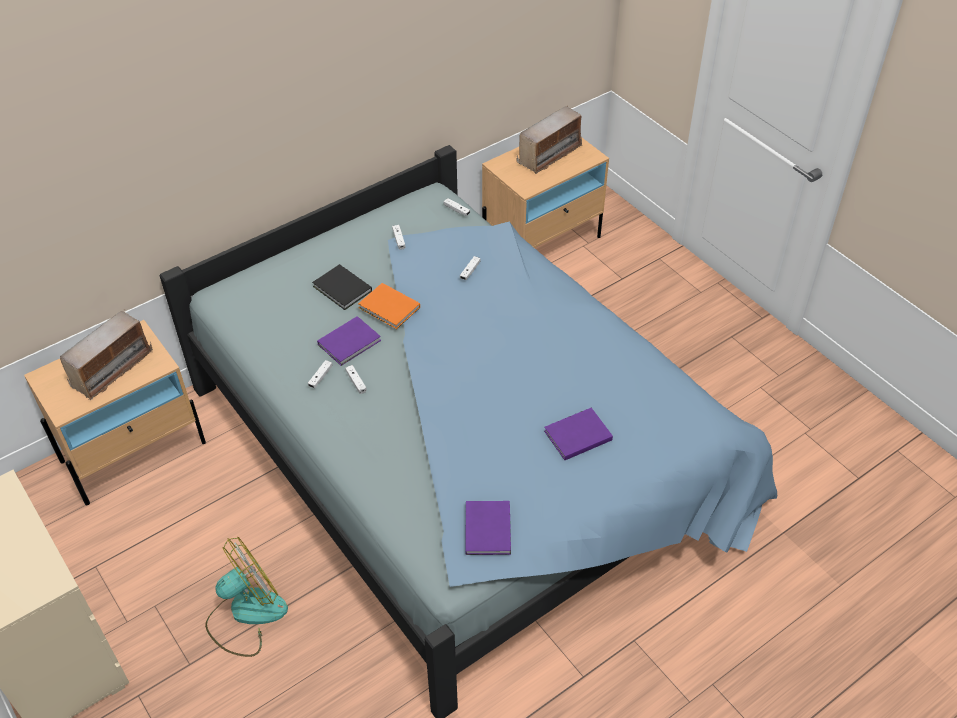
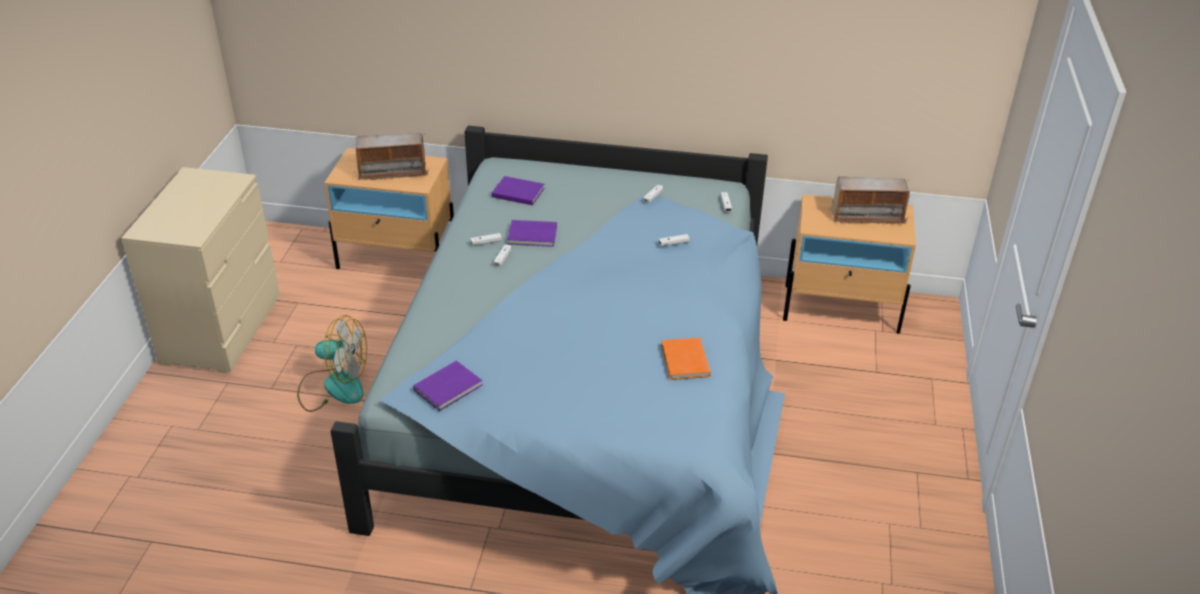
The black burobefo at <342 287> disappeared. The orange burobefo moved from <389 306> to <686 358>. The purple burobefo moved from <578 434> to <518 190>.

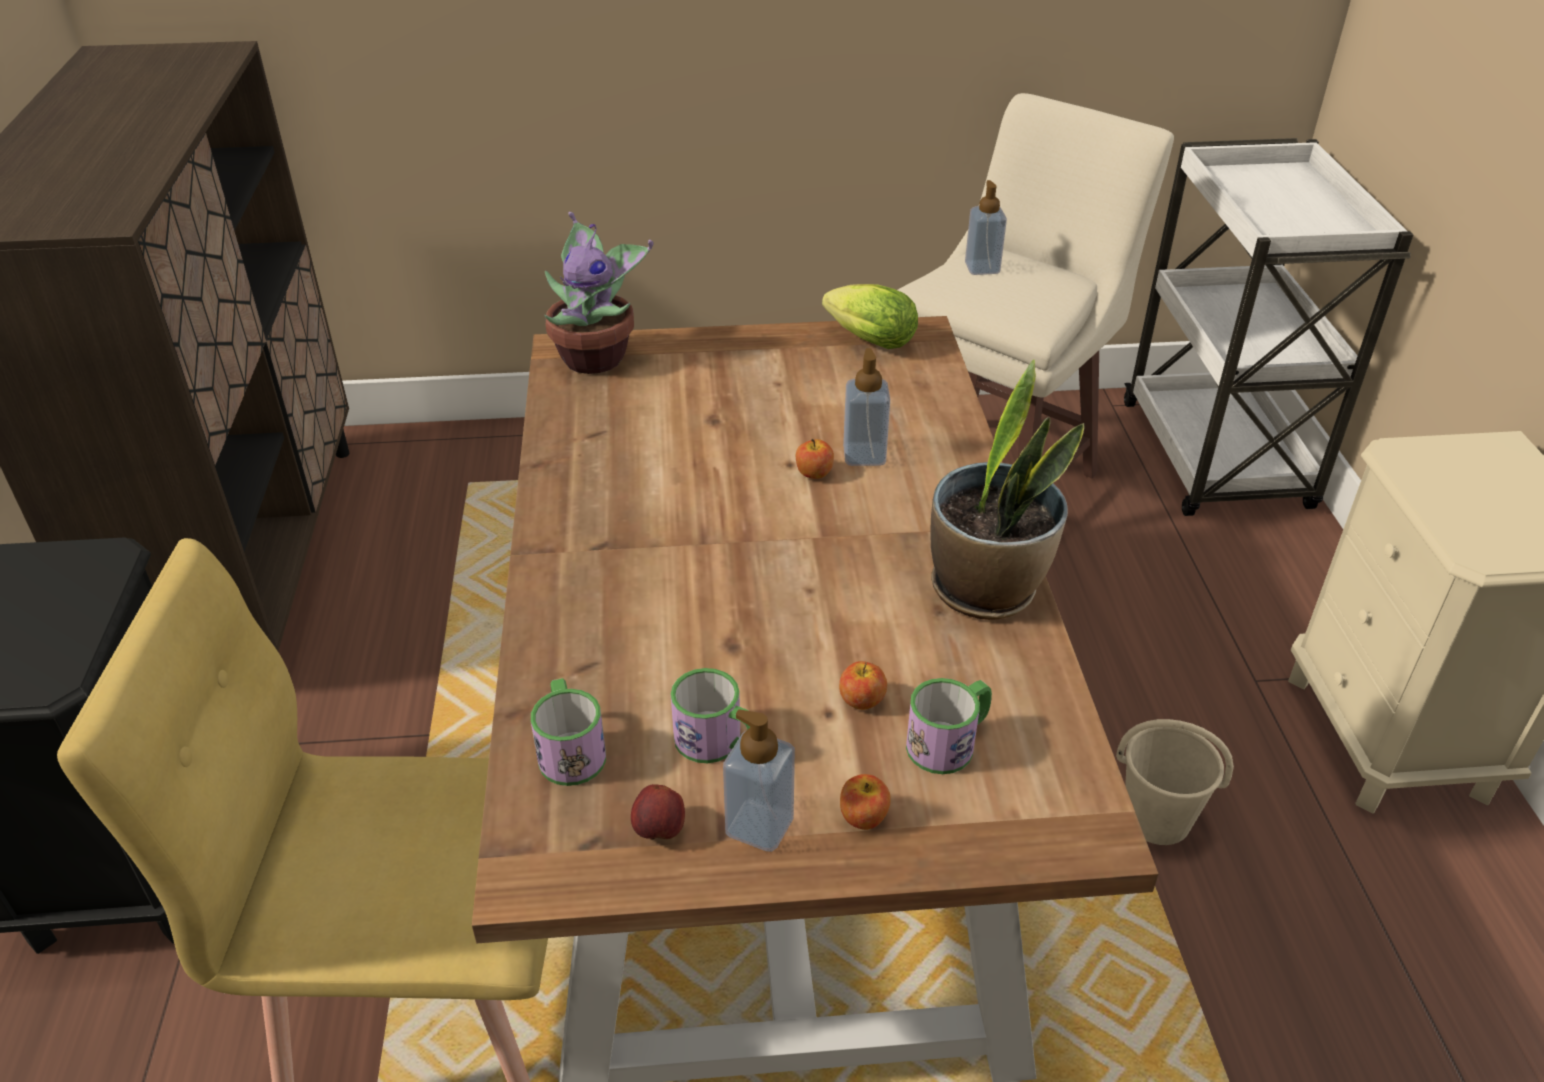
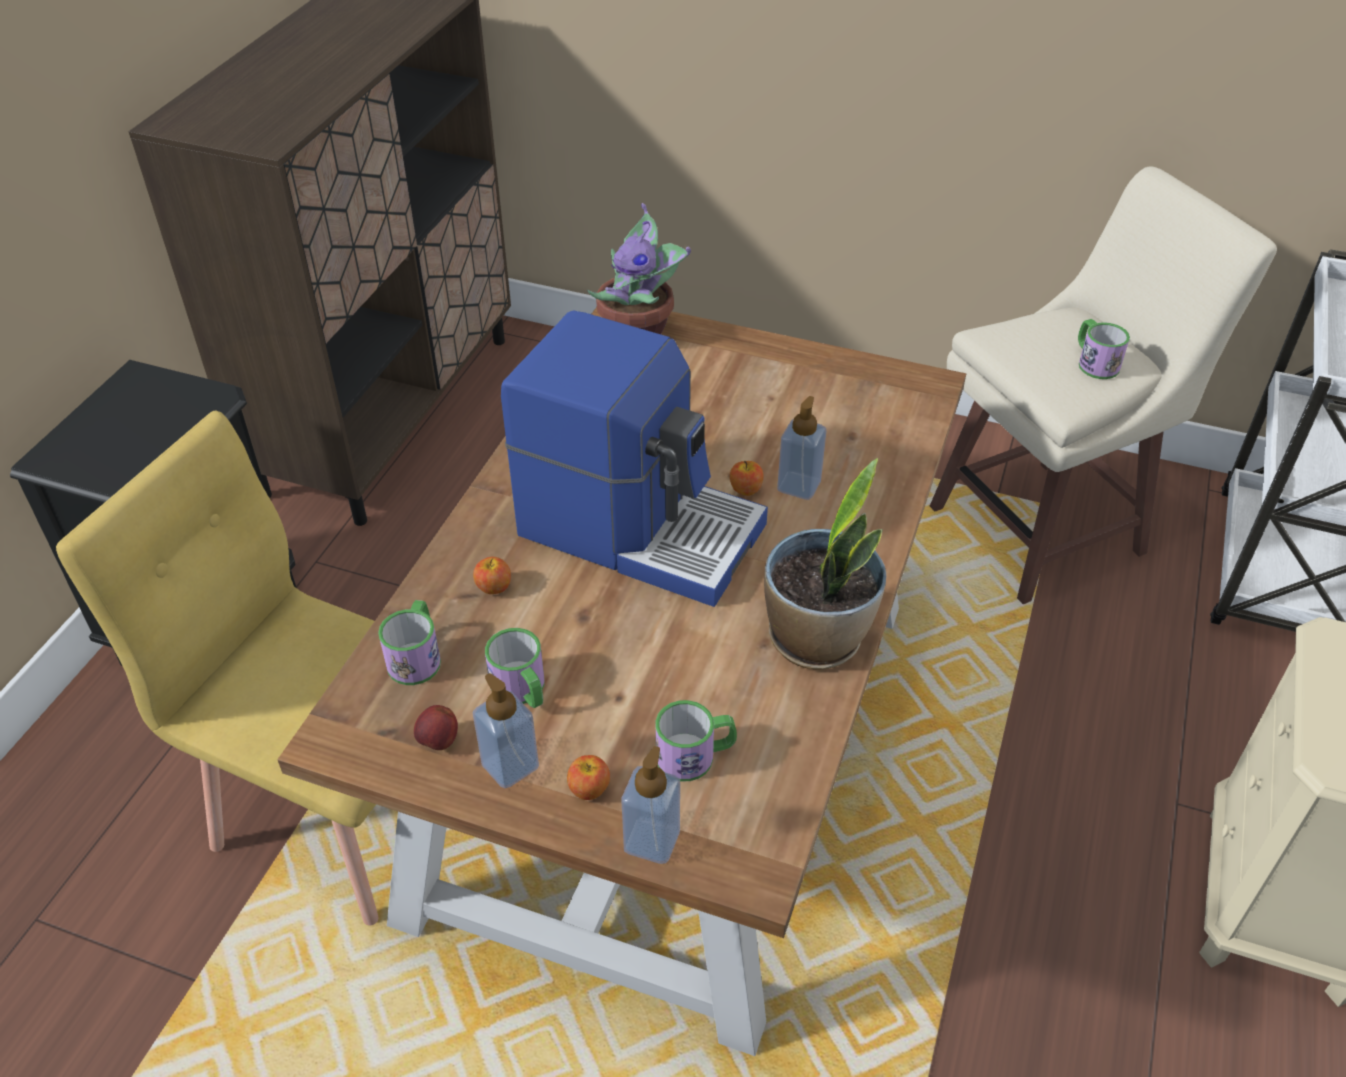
The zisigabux moved from <986 227> to <650 805>. The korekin at <870 316> disappeared. The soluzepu moved from <863 685> to <492 575>. The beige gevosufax at <1175 782> disappeared. The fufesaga at <634 458> appeared. The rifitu at <1104 349> appeared.

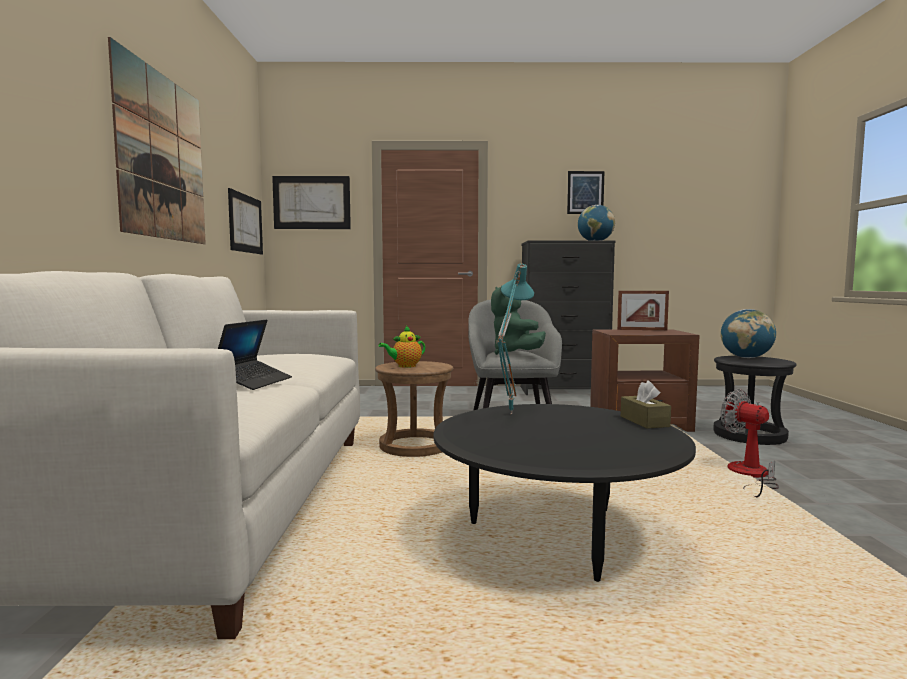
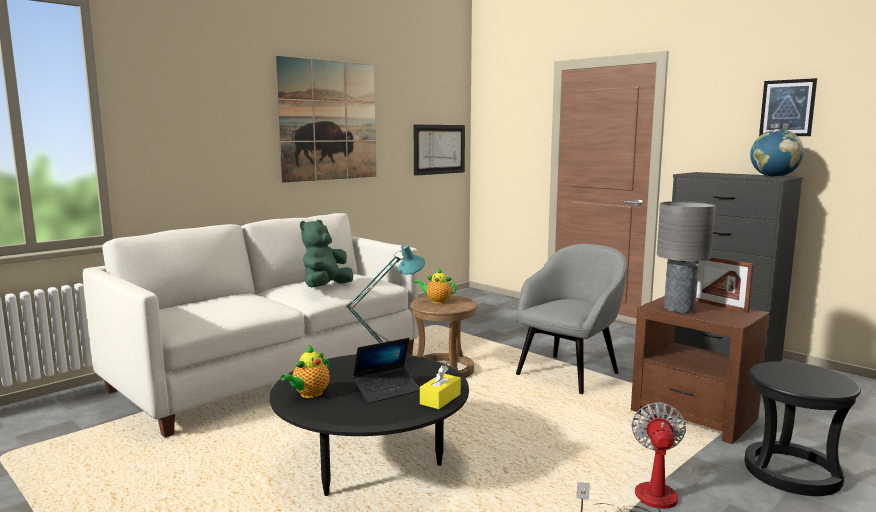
The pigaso at <311 202> disappeared. The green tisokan moved from <518 320> to <326 253>. The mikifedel at <748 333> disappeared. The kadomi moved from <255 354> to <386 370>. The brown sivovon at <646 404> became the yellow sivovon at <440 387>. The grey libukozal at <686 257> appeared. The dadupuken at <305 371> appeared.

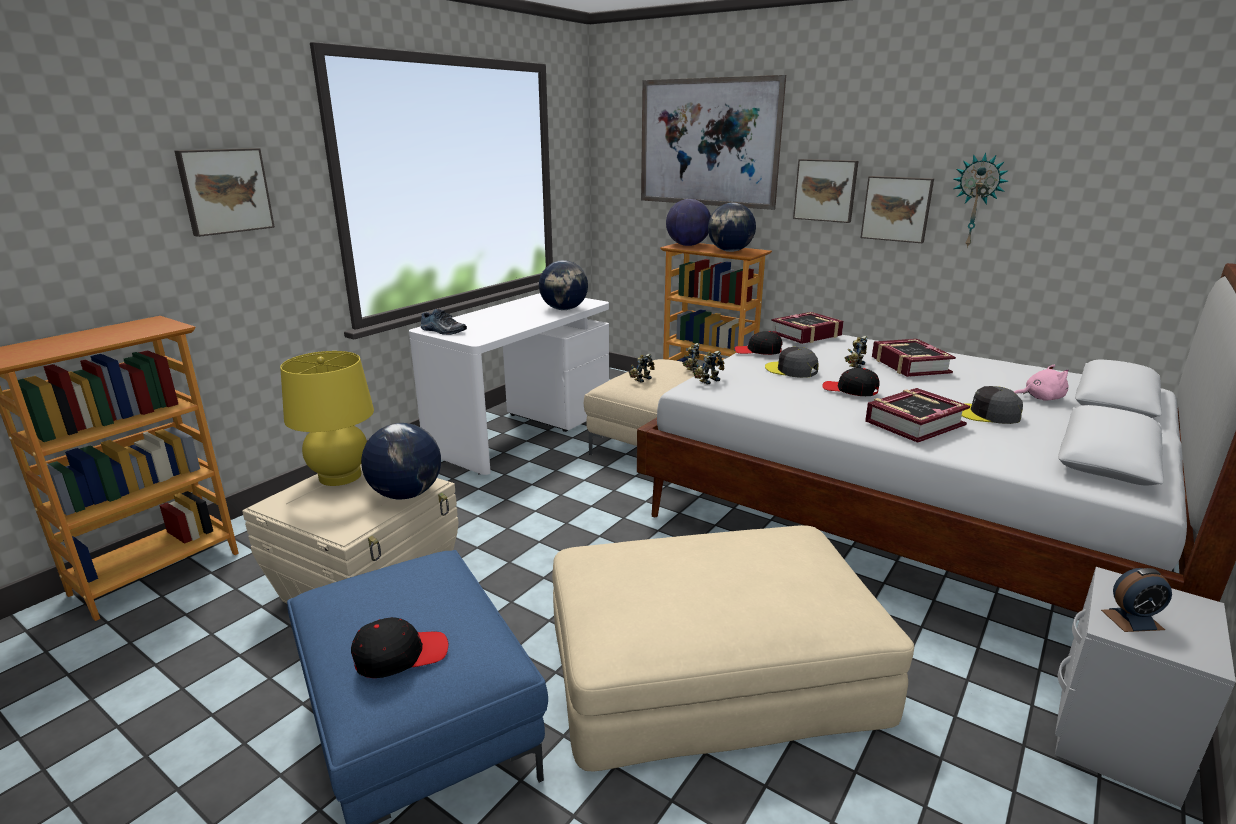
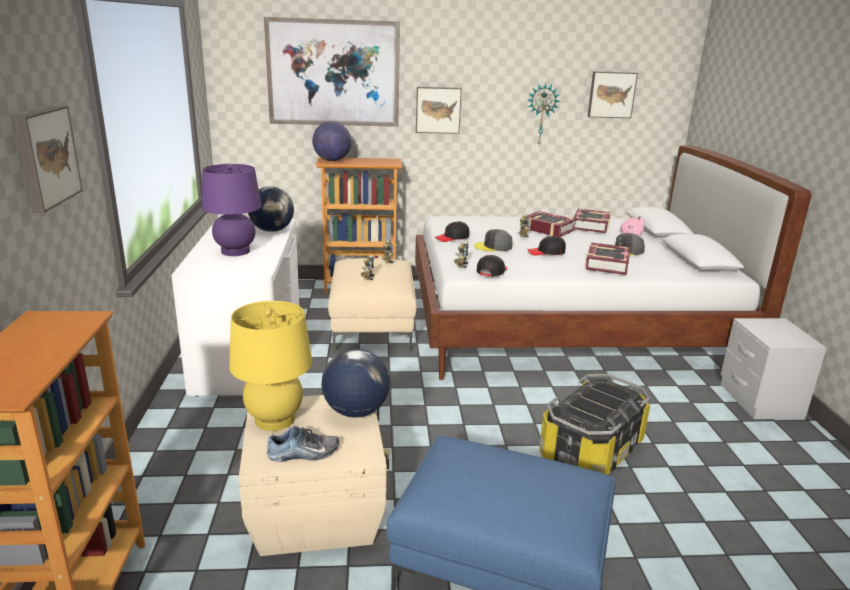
The pigaso moved from <897 209> to <613 94>. The mikifedel at <732 227> disappeared. The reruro moved from <443 322> to <303 444>. The burobefo moved from <807 328> to <591 220>. The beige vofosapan at <733 648> was replaced by the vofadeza at <594 424>. The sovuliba at <1136 600> disappeared. The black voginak moved from <399 647> to <492 266>. The purple libukozal at <232 210> appeared.

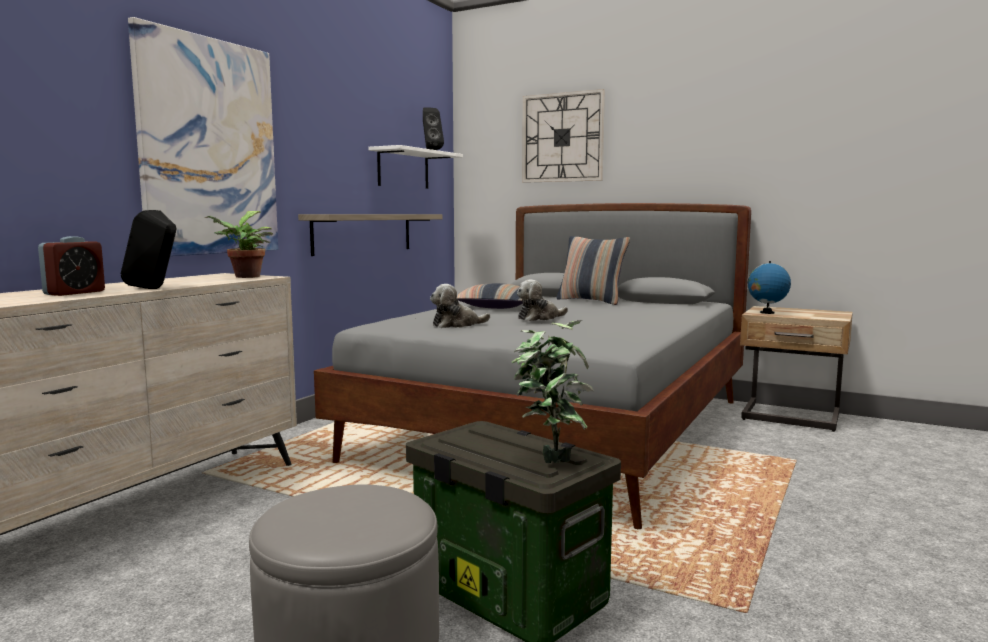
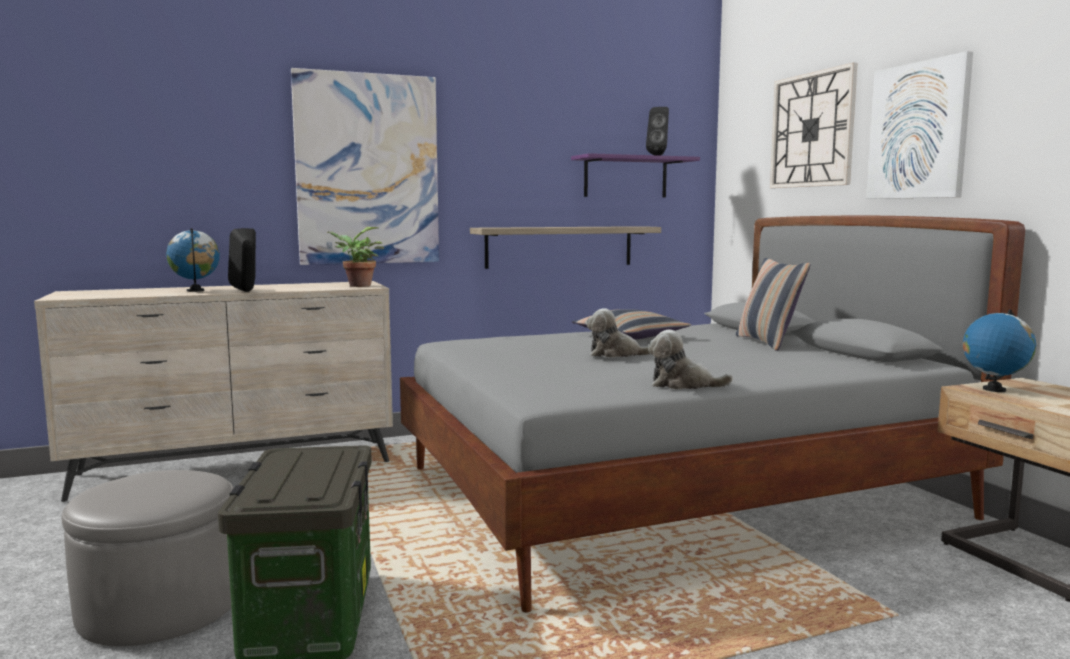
The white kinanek at <415 167> became the purple kinanek at <635 175>. The sovuliba at <71 266> was replaced by the mikifedel at <193 260>. The tisokan moved from <460 306> to <690 360>. The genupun at <553 391> disappeared. The pigaso at <919 125> appeared.

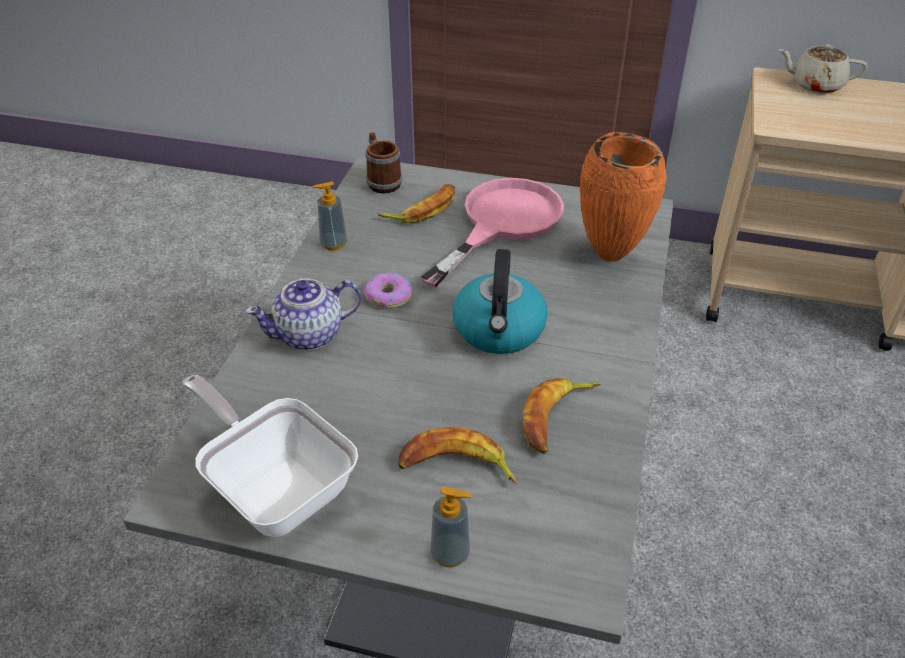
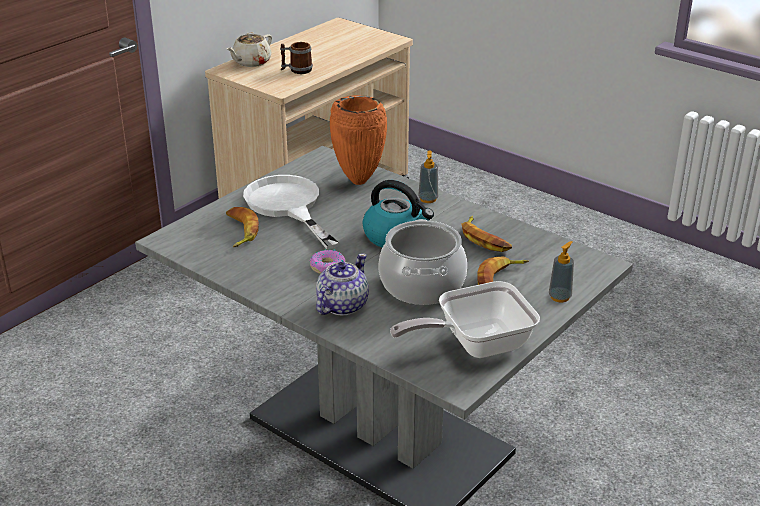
The rifitu moved from <384 163> to <296 58>. The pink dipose at <492 233> became the white dipose at <291 212>. The zisigabux moved from <329 216> to <428 177>. The dadupuken at <303 314> turned 150 degrees counterclockwise. The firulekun at <422 262> appeared.

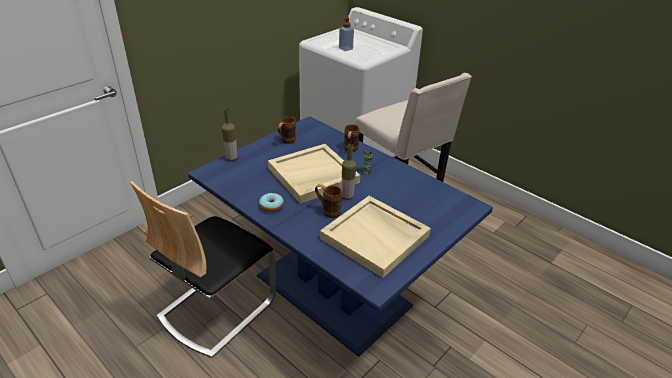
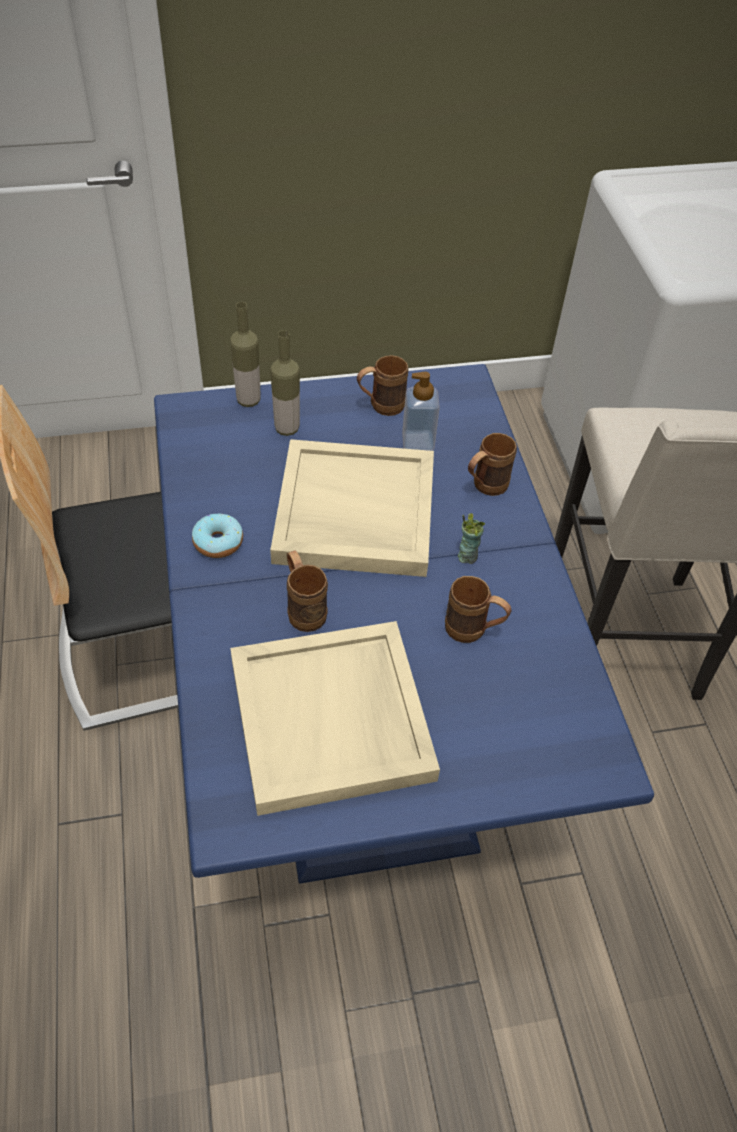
The zisigabux moved from <346 34> to <421 411>. The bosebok moved from <348 172> to <285 383>. The brown rifitu at <478 609> appeared.

